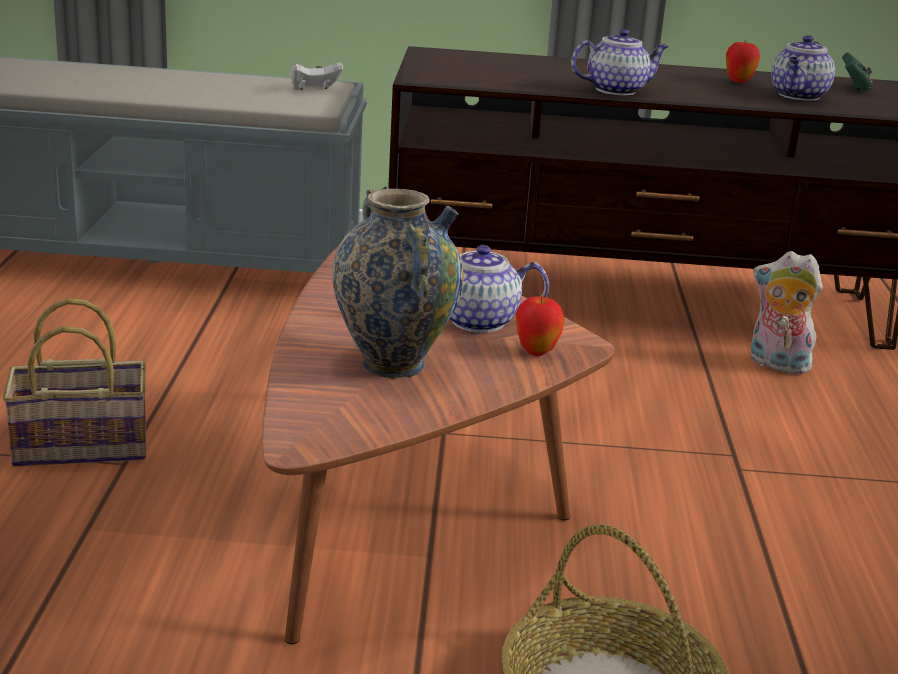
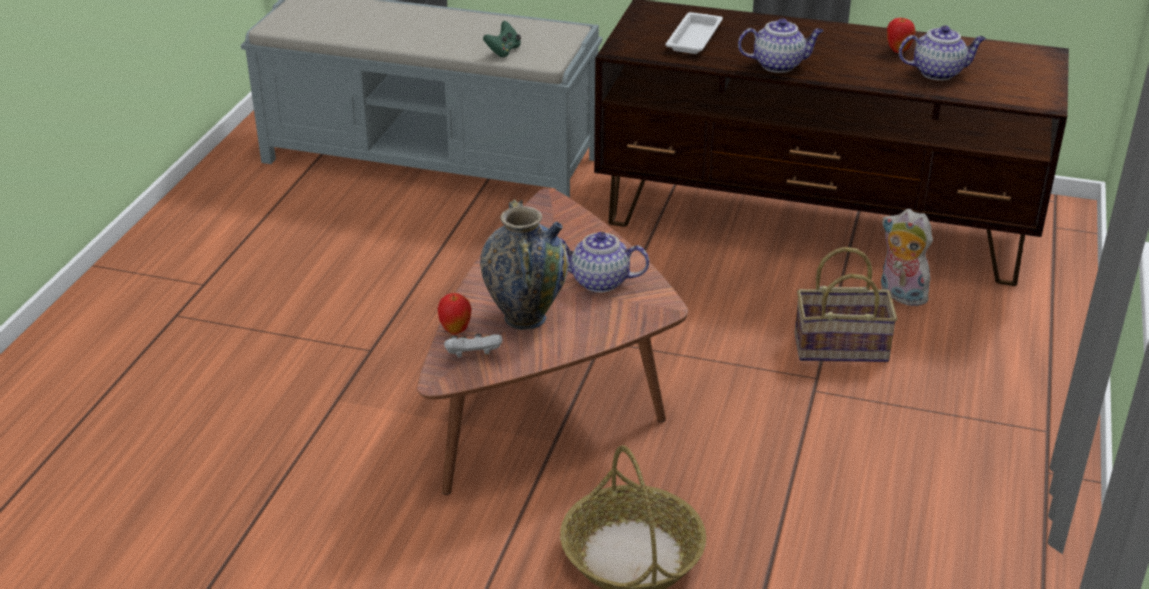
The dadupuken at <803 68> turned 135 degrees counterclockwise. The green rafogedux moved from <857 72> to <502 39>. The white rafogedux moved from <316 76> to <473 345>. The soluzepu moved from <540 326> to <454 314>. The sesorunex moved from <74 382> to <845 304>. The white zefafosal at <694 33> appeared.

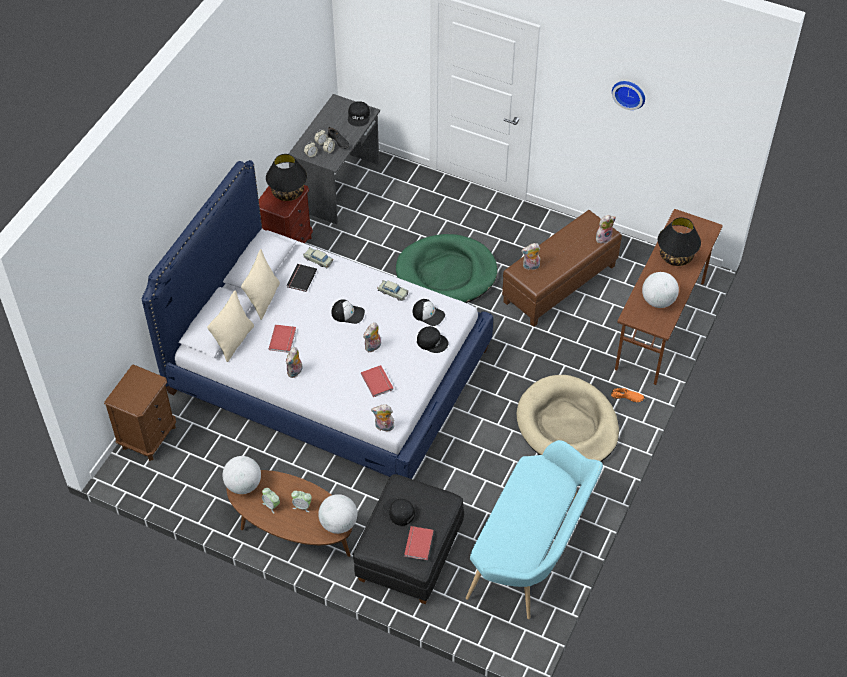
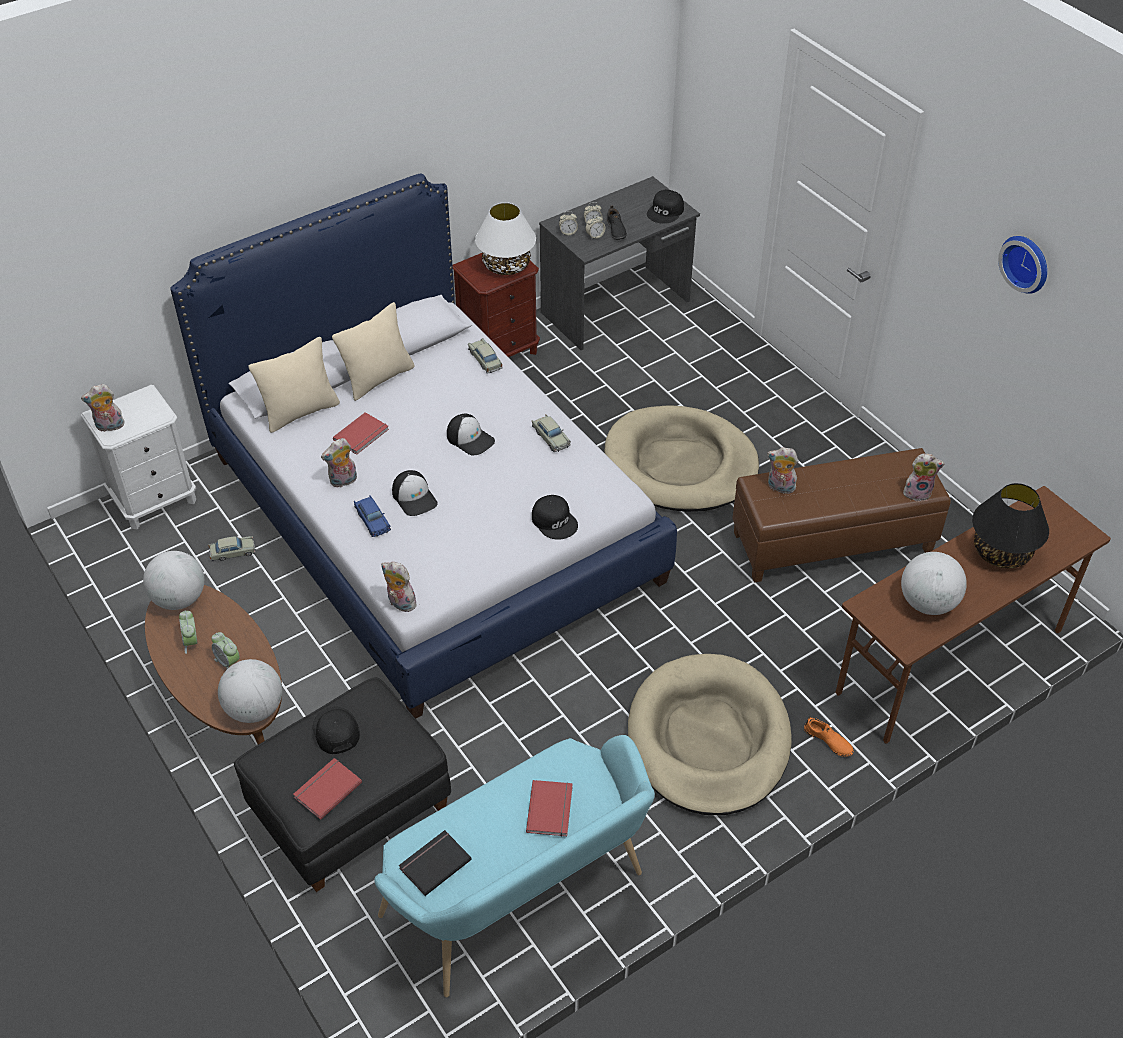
The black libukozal at <286 177> became the white libukozal at <505 238>. The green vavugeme at <447 268> became the beige vavugeme at <682 458>. The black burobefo moved from <302 278> to <435 863>. The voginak moved from <429 312> to <415 493>. The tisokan moved from <372 337> to <103 408>. The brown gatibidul at <140 413> became the white gatibidul at <138 457>. The red burobefo moved from <377 381> to <549 808>. The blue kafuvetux at <372 516> appeared. The beige kafuvetux at <232 548> appeared.

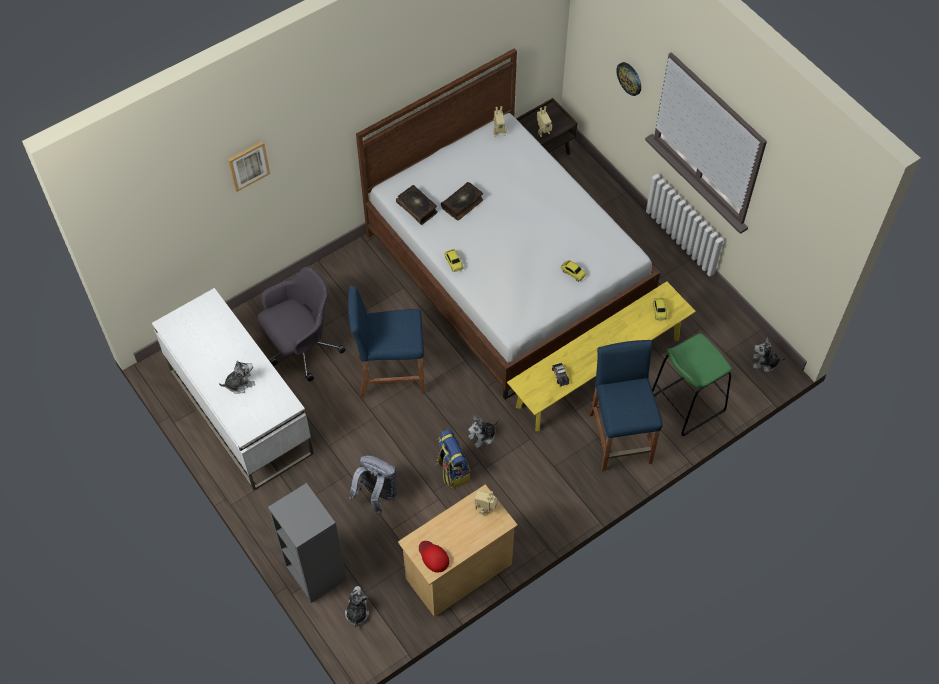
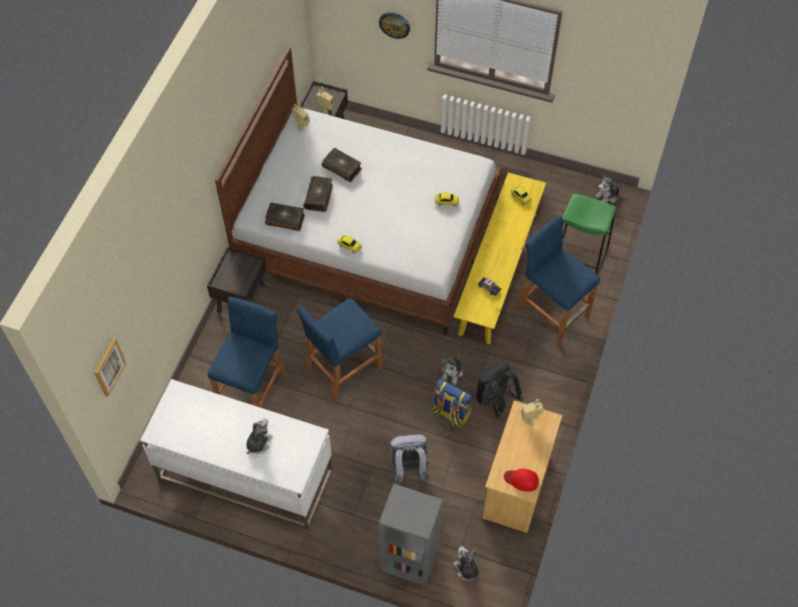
The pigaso moved from <249 166> to <110 367>. The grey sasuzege at <301 324> was replaced by the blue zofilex at <247 352>. The burobefo at <342 165> appeared. The brown gatibidul at <237 279> appeared. The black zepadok at <499 389> appeared.

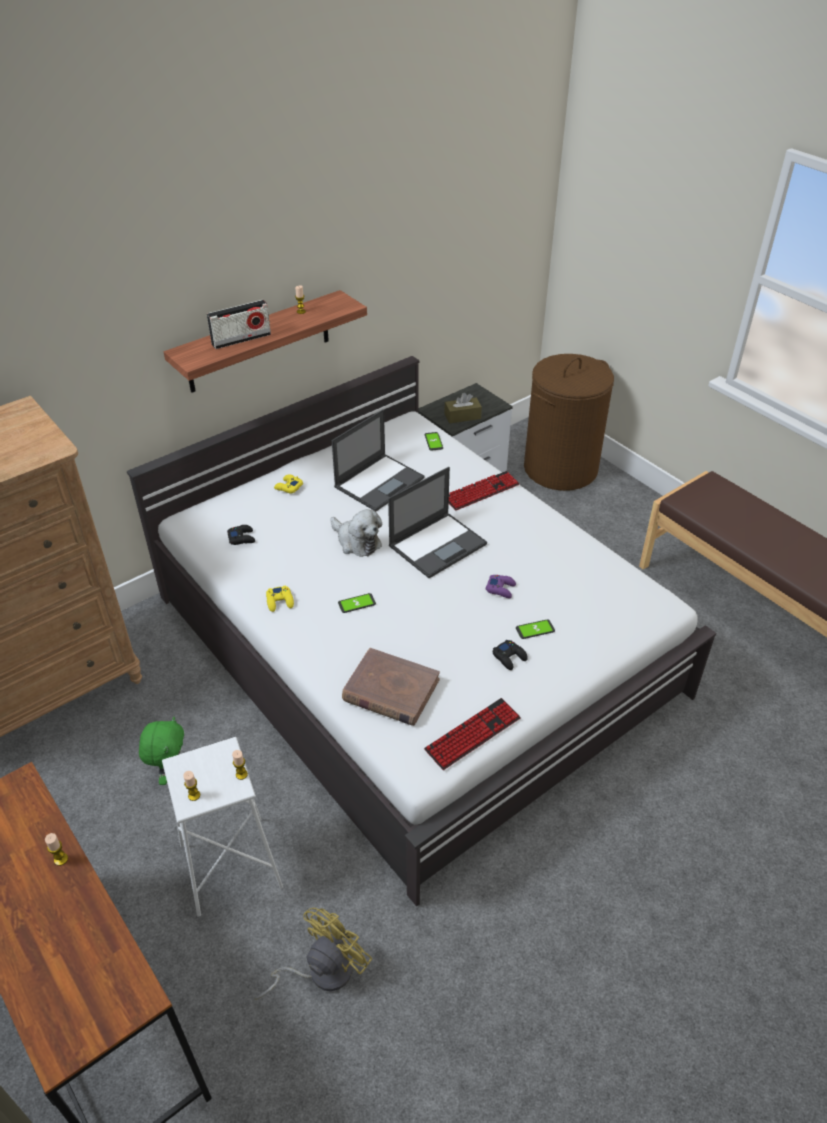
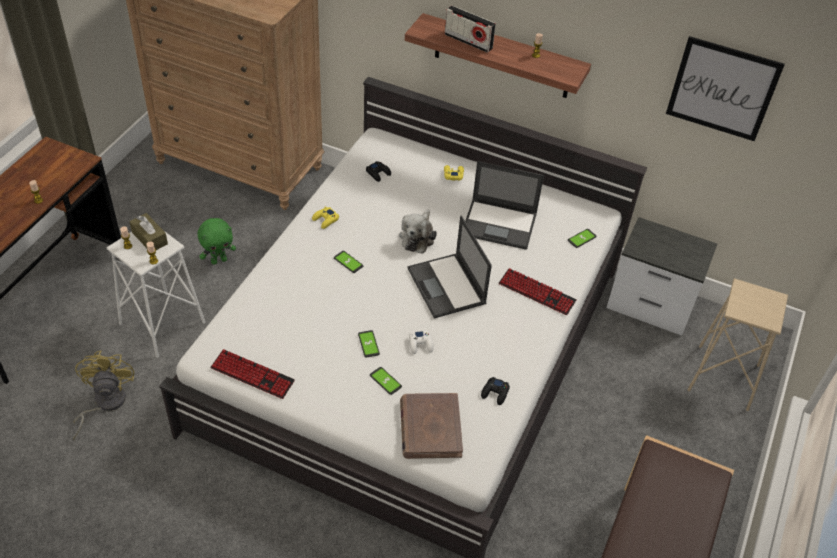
The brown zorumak at <569 422> was replaced by the beige zofilex at <738 344>. The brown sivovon moved from <463 408> to <148 231>. The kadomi at <437 522> turned 45 degrees clockwise. The purple rafogedux at <501 586> became the white rafogedux at <421 342>. The black rafogedux moved from <510 655> to <495 391>. The brown burobefo moved from <391 687> to <431 426>. The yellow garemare at <313 954> turned 105 degrees counterclockwise. The pigaso at <725 88> appeared. The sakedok at <369 343> appeared.

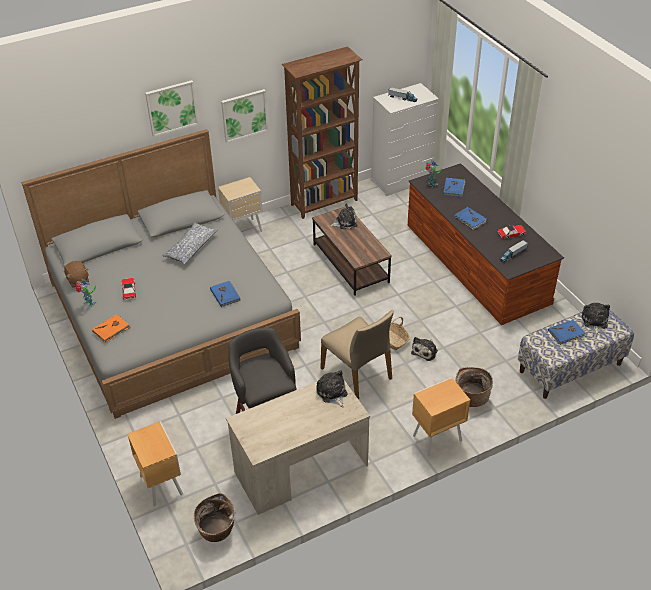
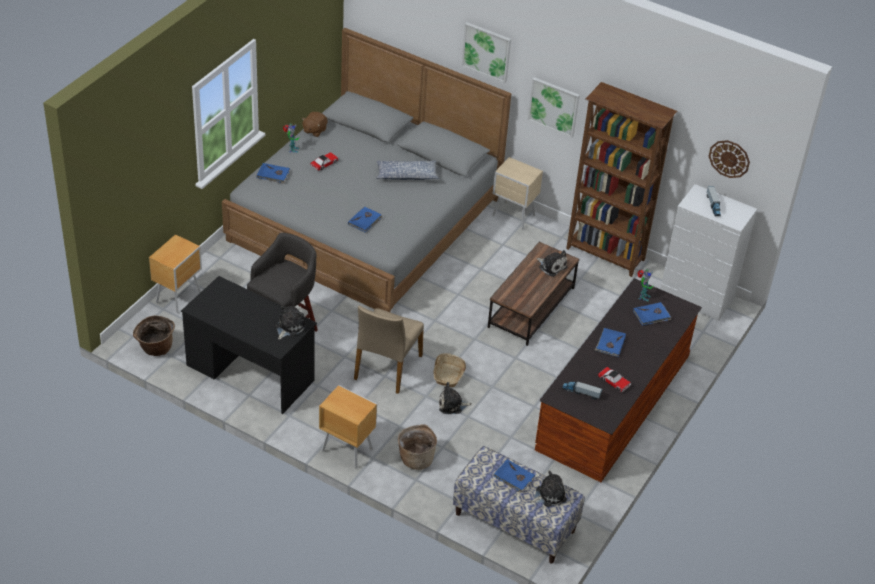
The orange burobefo at <111 328> became the blue burobefo at <273 173>. The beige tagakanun at <298 447> became the black tagakanun at <249 345>. The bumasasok at <729 159> appeared.

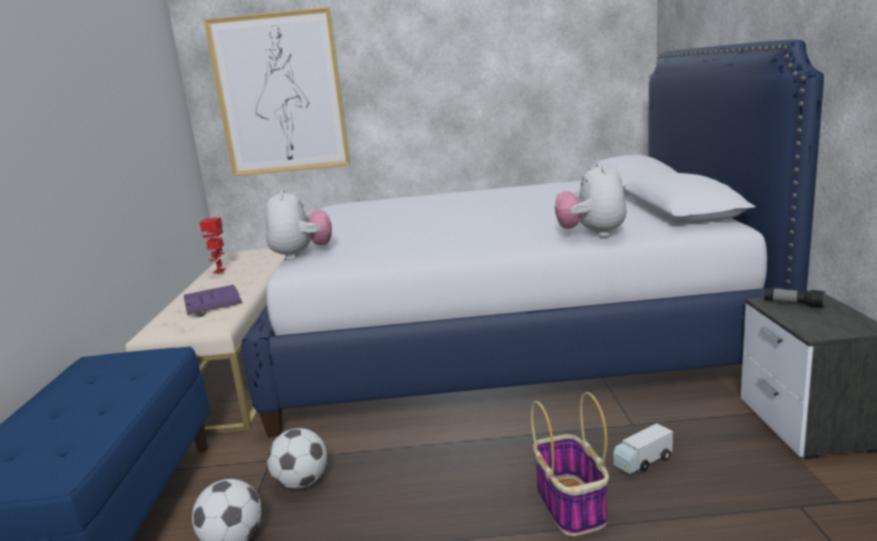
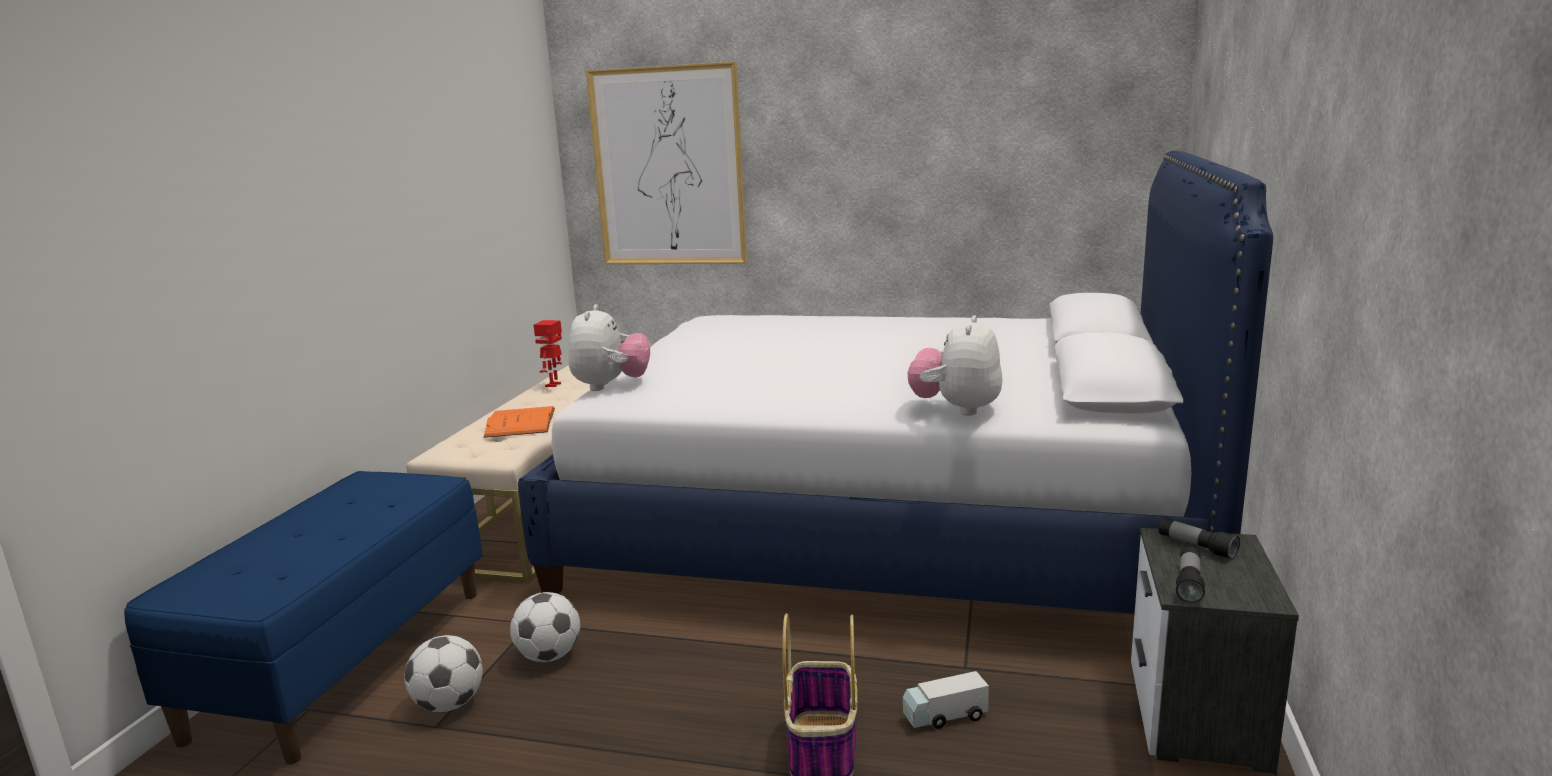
The purple burobefo at <213 300> became the orange burobefo at <519 422>. The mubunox at <1190 575> appeared.

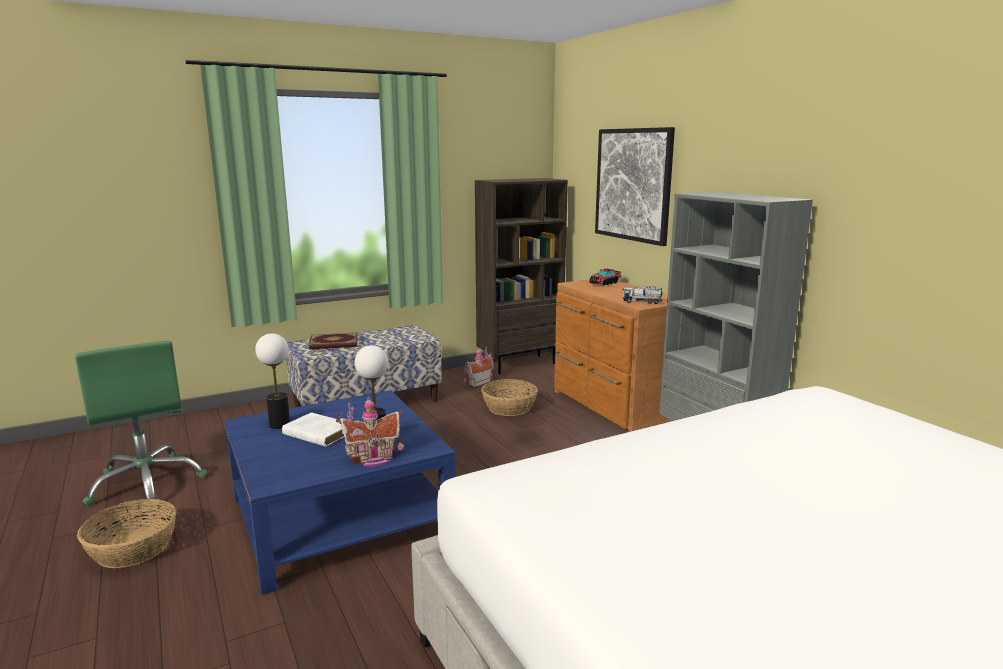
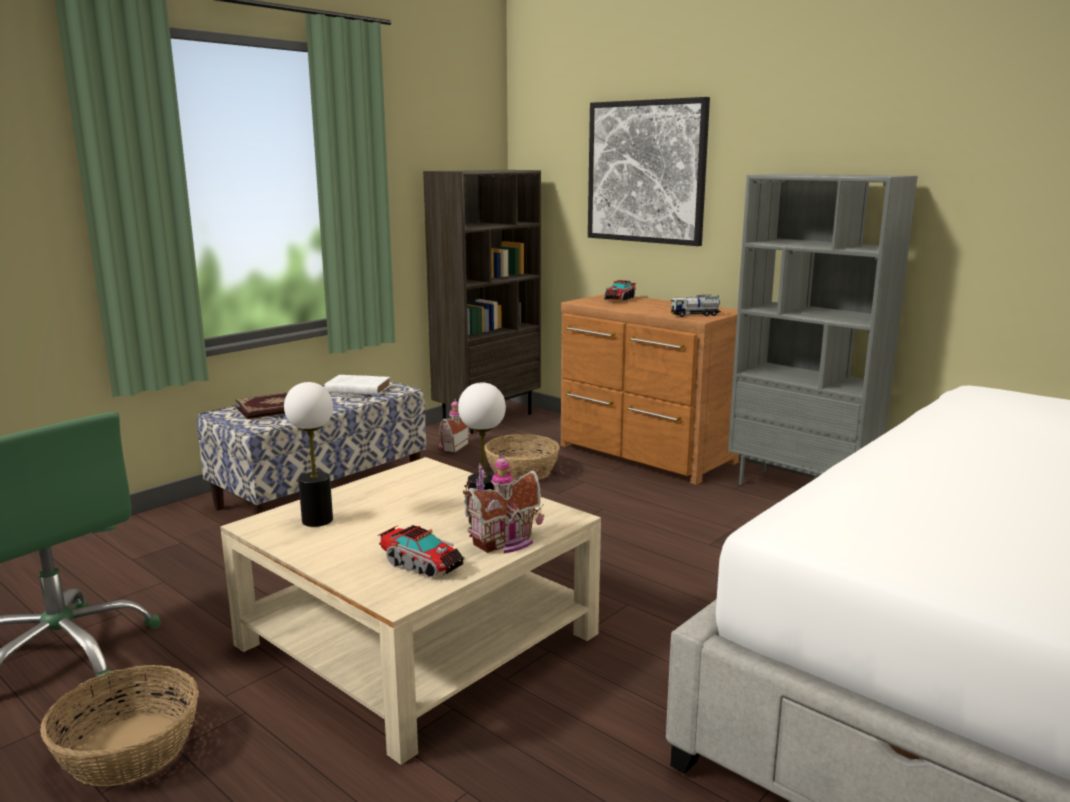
The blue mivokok at <340 492> became the beige mivokok at <410 611>. The white burobefo moved from <313 429> to <357 385>. The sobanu at <421 551> appeared.

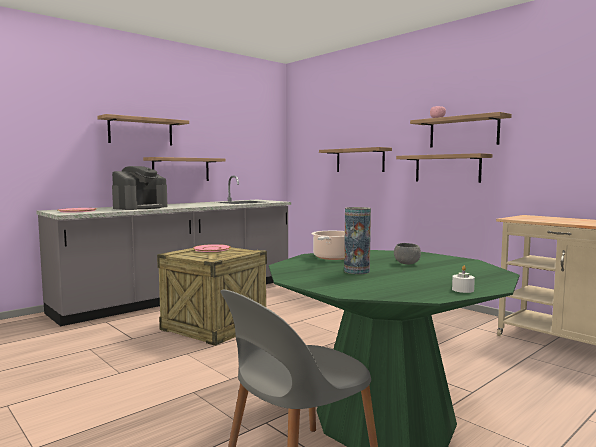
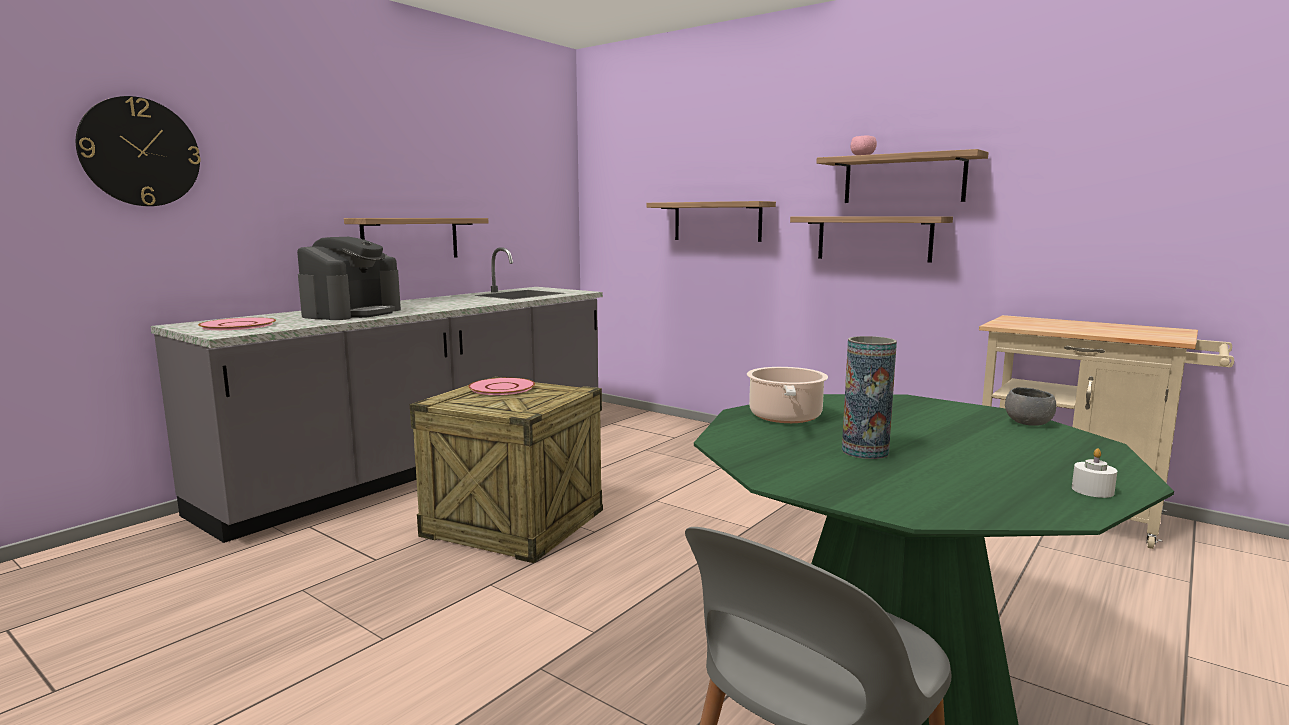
The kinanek at <143 129> disappeared. The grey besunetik moved from <407 253> to <1030 406>. The bumasasok at <138 151> appeared.

